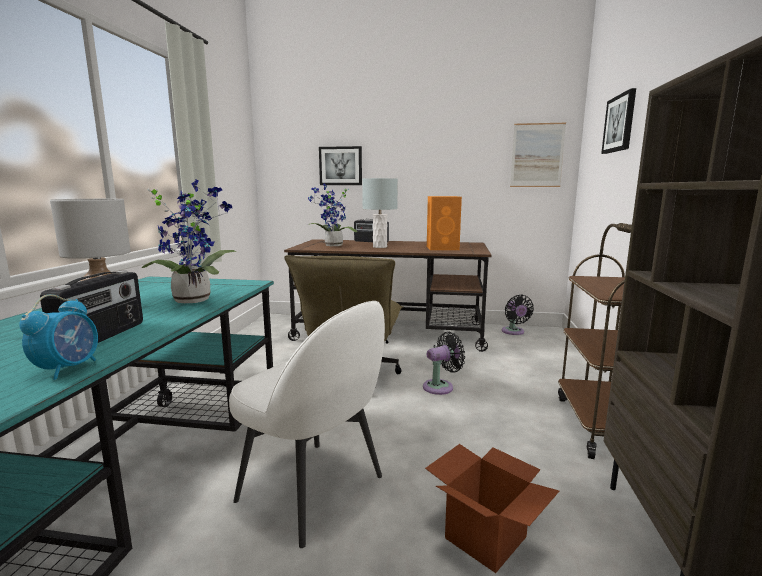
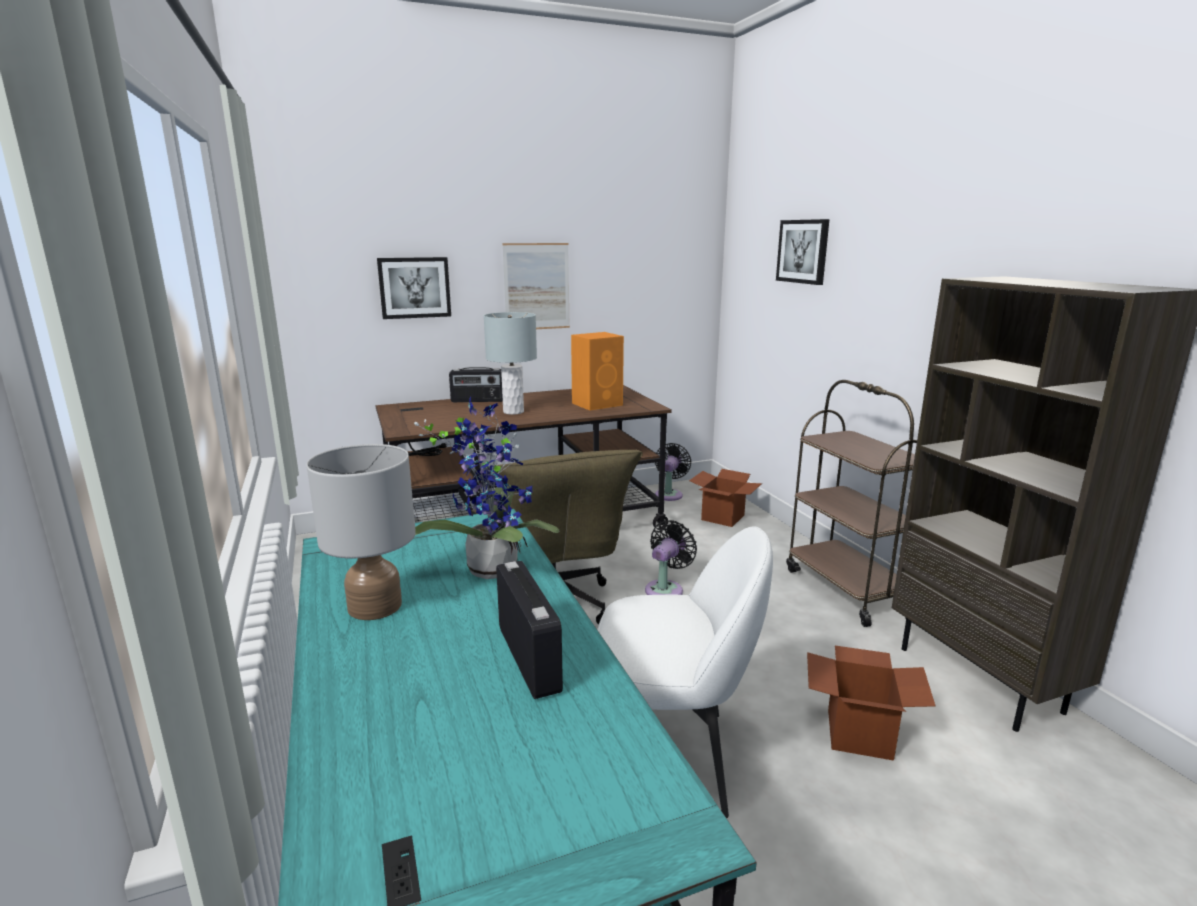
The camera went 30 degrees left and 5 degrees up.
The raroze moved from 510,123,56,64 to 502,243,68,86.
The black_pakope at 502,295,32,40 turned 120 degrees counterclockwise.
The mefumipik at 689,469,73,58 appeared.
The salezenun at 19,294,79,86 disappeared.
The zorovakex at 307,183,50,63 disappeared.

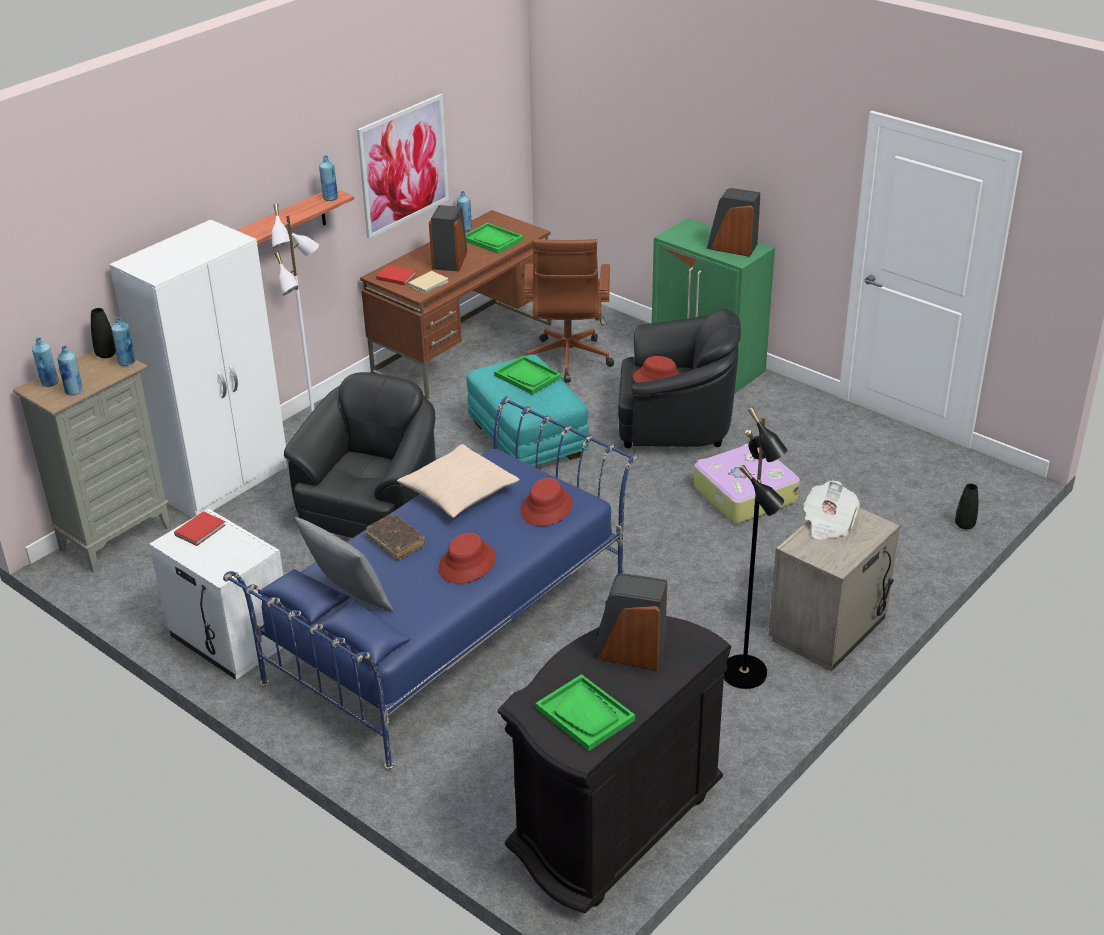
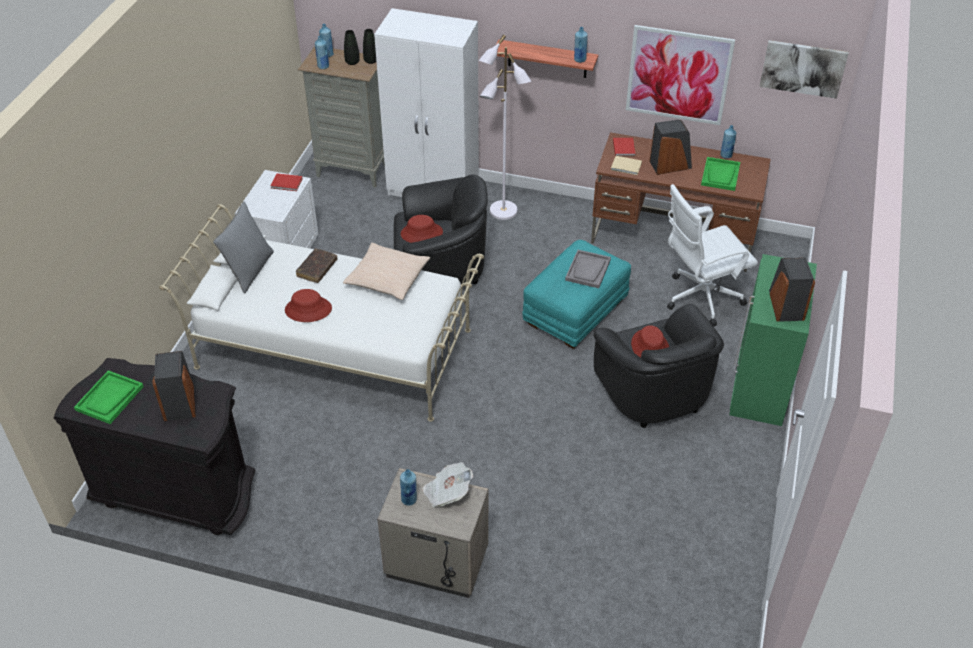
The camera went 65 degrees right and 10 degrees up.
The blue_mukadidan at 223,396,414,373 became the white_mukadidan at 159,204,325,218.
The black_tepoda moved from 955,483,23,46 to 344,30,16,35.
The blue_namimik moved from 111,317,24,49 to 400,469,17,37.
The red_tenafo moved from 520,478,53,48 to 401,215,42,28.
The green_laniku at 494,355,67,40 became the grey_laniku at 565,250,46,38.
The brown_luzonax at 524,239,90,144 became the white_luzonax at 667,184,91,143.
The raroze at 759,40,90,59 appeared.
The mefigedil at 694,443,106,80 disappeared.
The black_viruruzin at 724,407,64,282 disappeared.

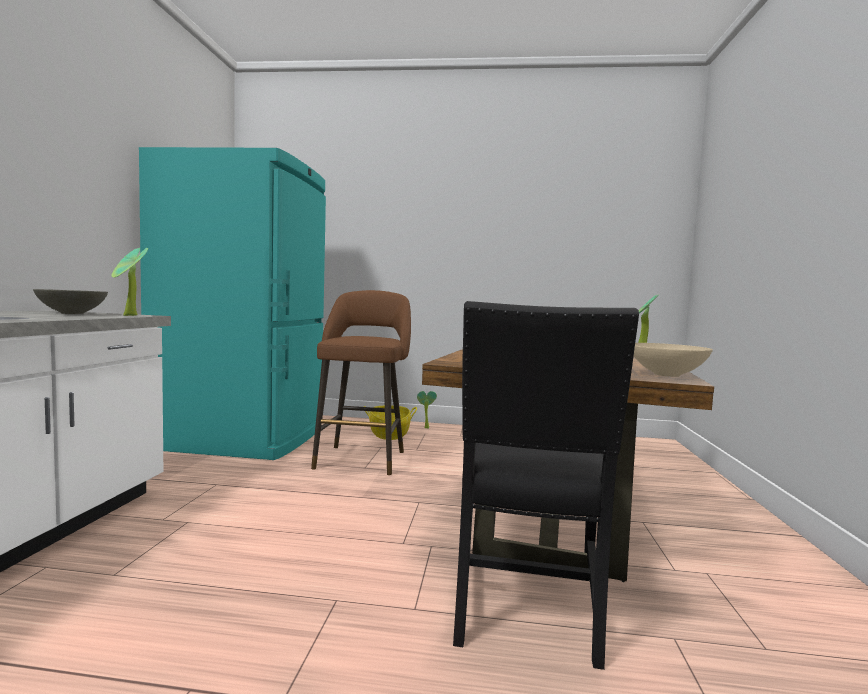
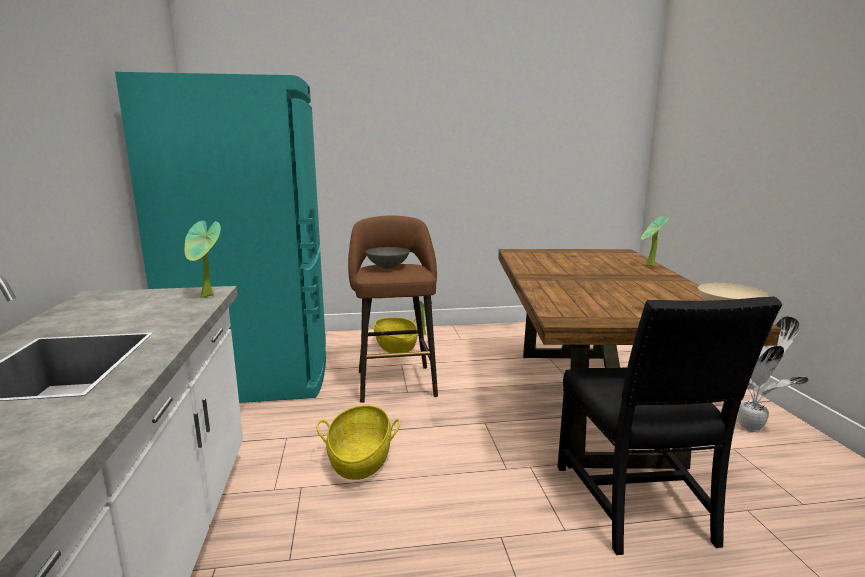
The camera went 15 degrees left and 10 degrees up.
The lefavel at 317,405,83,75 appeared.
The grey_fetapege moved from 33,289,75,25 to 365,247,45,22.
The zorovakex at 738,317,71,115 appeared.

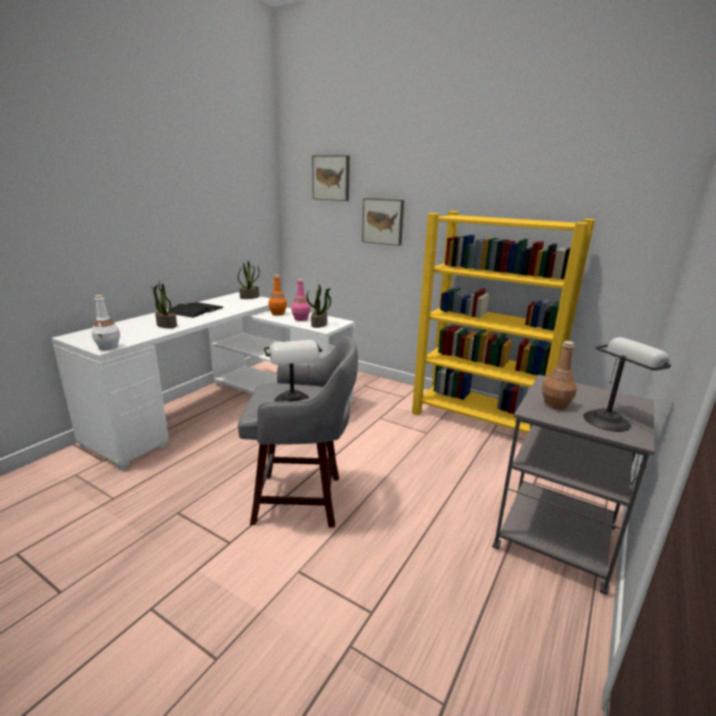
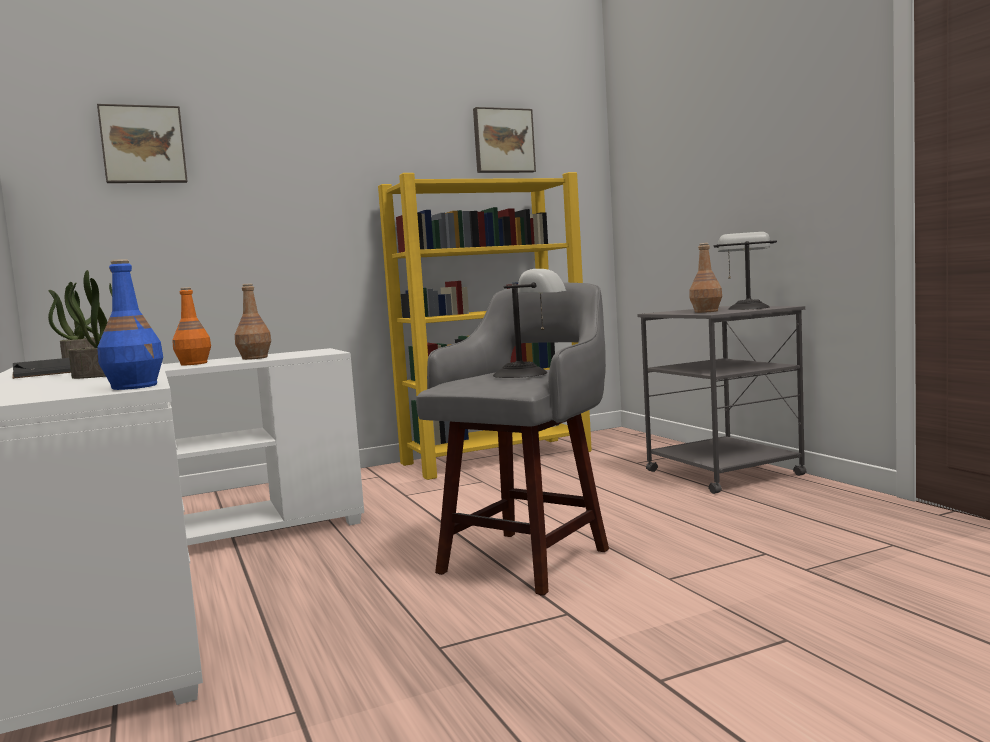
The camera went 55 degrees left and 15 degrees down.
The white_namimik at 91,295,29,55 became the blue_namimik at 97,259,66,131.
The pink_namimik at 291,279,19,42 became the brown_namimik at 235,283,36,77.
The raroze moved from 362,198,42,48 to 473,107,63,66.
The zorovakex at 306,284,25,44 disappeared.

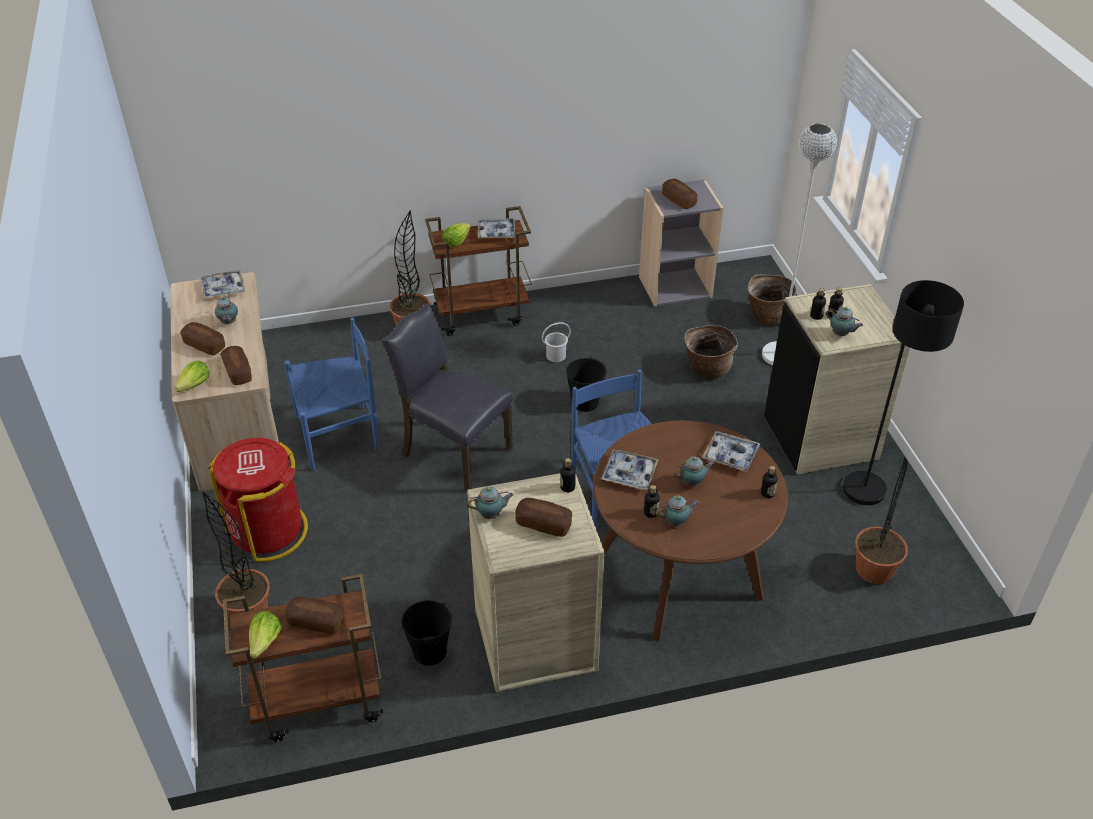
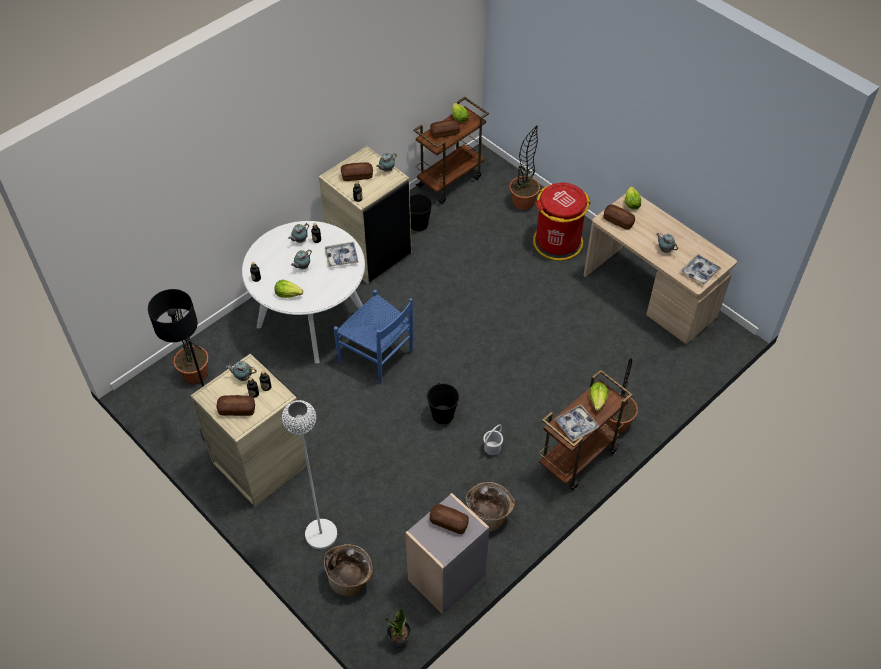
The camera went 150 degrees right and 10 degrees up.
The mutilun moved from 180,322,45,33 to 217,395,38,21.
The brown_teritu at 593,420,195,221 became the white_teritu at 242,221,123,142.
The laniku at 702,431,58,41 was replaced by the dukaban at 275,280,28,18.
The zorovakex at 386,609,25,39 appeared.
The lefavel moved from 684,325,54,55 to 465,482,50,50.
The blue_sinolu at 284,318,95,152 disappeared.
The grey_sinolu at 381,304,132,188 disappeared.

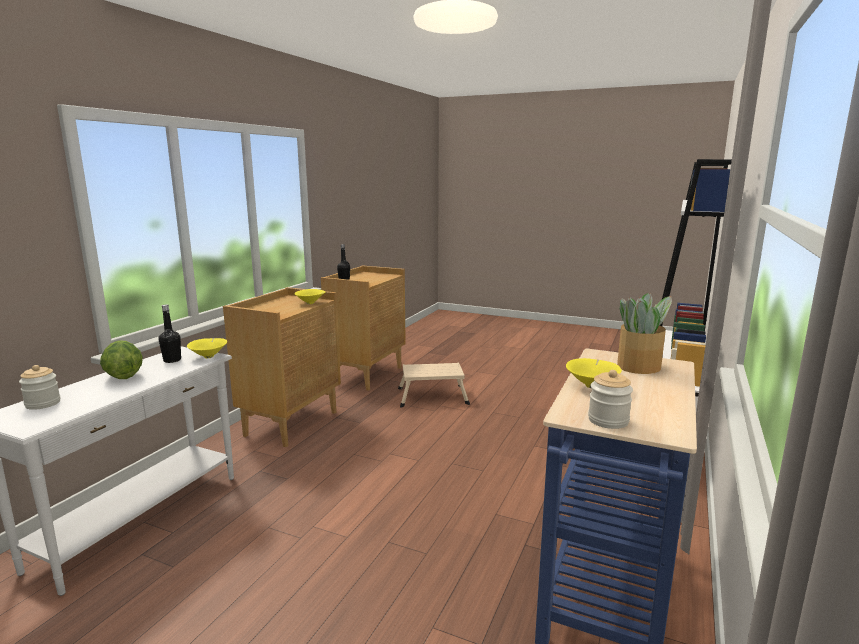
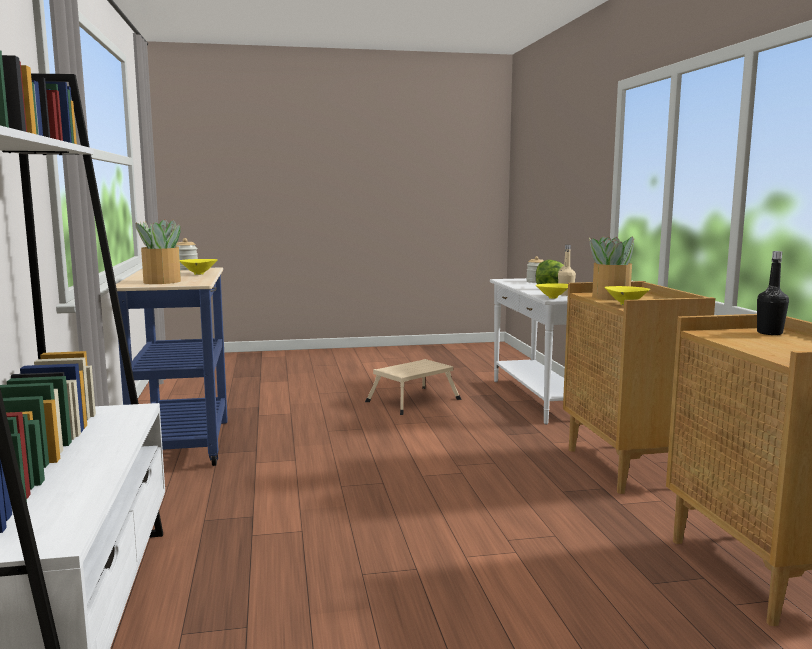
The camera went 145 degrees right and 5 degrees down.
The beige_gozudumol moved from 398,362,72,46 to 365,359,96,56.
The black_namimik at 159,304,22,59 became the beige_namimik at 558,245,18,51.
The zorovakex at 589,236,46,64 appeared.

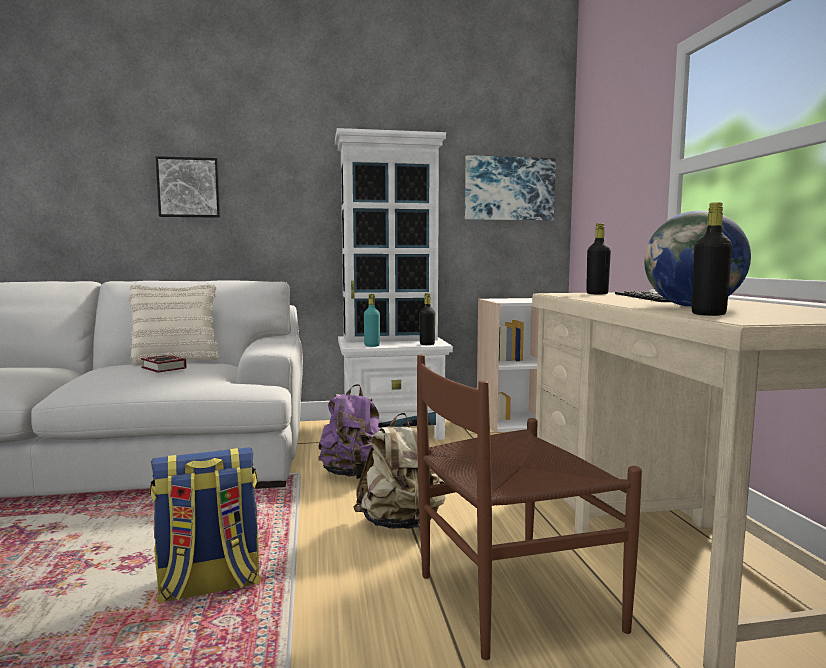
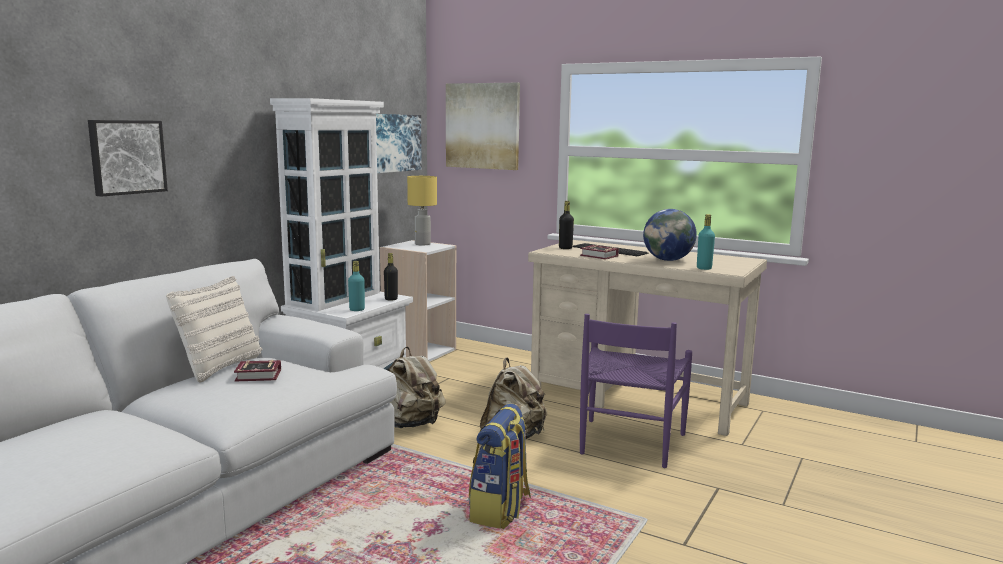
The camera went 50 degrees left and 5 degrees up.
The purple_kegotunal at 318,384,62,95 became the beige_kegotunal at 388,346,58,82.
The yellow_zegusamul at 407,176,30,69 appeared.
The raroze at 446,83,74,87 appeared.
The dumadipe at 580,245,39,14 appeared.
The brown_sinolu at 417,355,225,305 became the purple_sinolu at 580,314,112,154.
The black_namimik at 692,202,40,114 became the turquoise_namimik at 697,214,18,56.

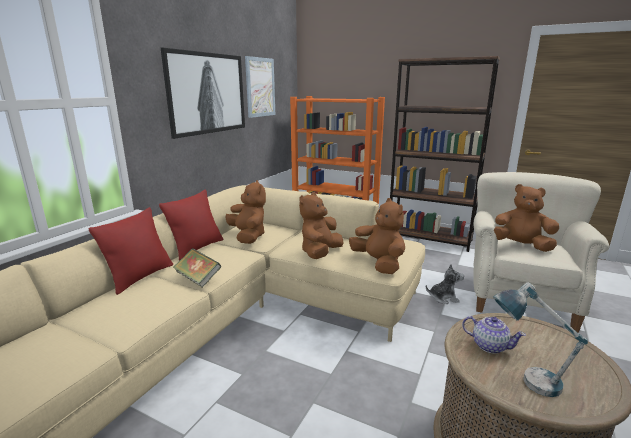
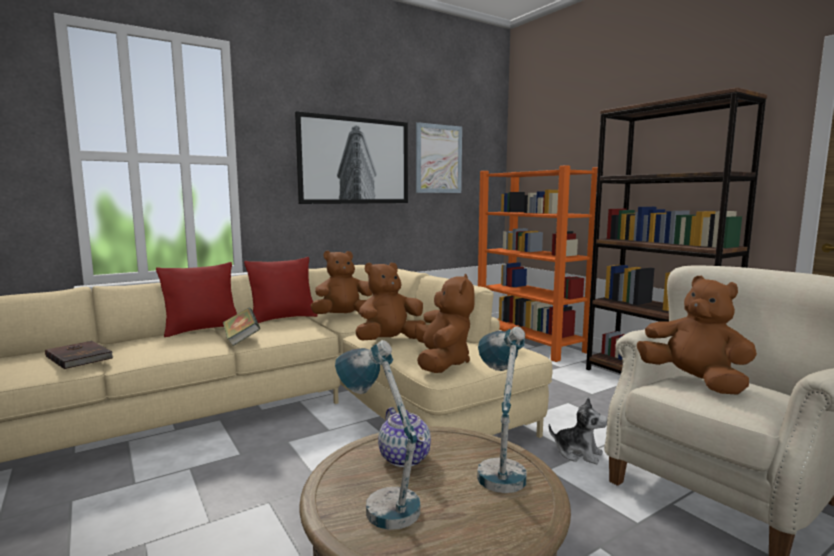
The camera went 30 degrees right and 10 degrees down.
The brown_dumadipe at 45,341,68,28 appeared.
The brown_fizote at 226,180,40,64 turned 120 degrees counterclockwise.
The zegusamul at 477,326,50,167 appeared.

